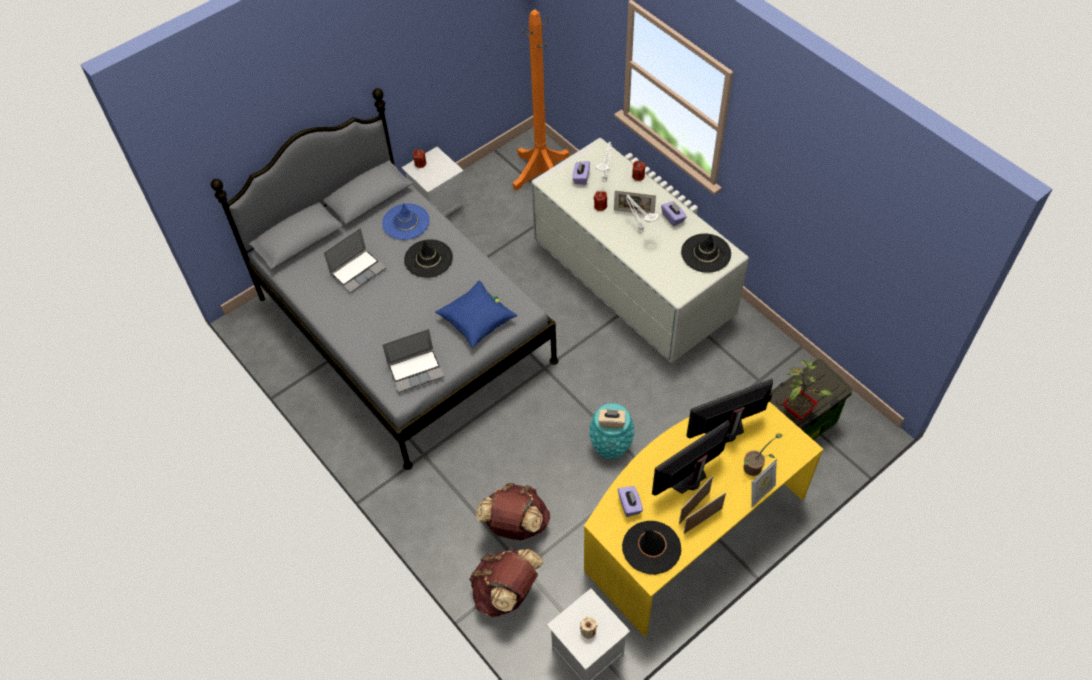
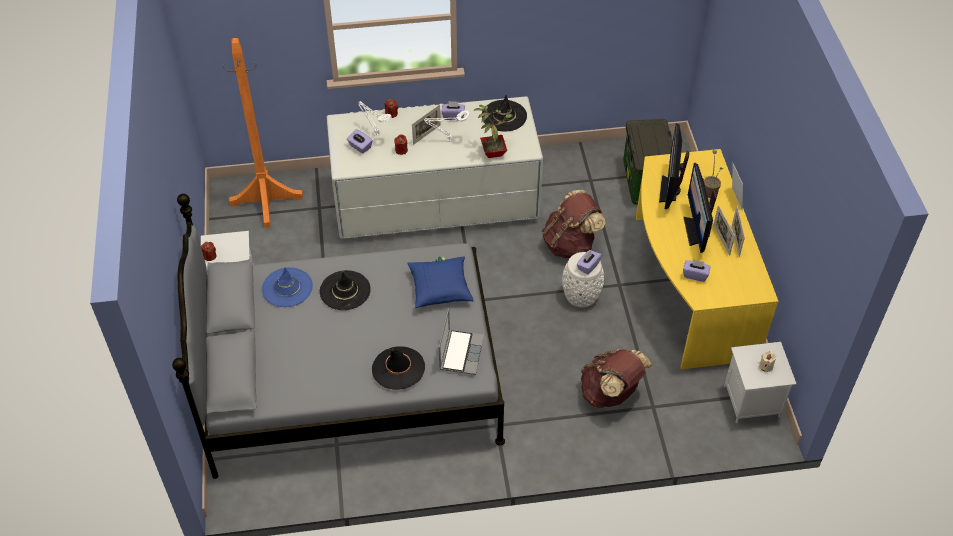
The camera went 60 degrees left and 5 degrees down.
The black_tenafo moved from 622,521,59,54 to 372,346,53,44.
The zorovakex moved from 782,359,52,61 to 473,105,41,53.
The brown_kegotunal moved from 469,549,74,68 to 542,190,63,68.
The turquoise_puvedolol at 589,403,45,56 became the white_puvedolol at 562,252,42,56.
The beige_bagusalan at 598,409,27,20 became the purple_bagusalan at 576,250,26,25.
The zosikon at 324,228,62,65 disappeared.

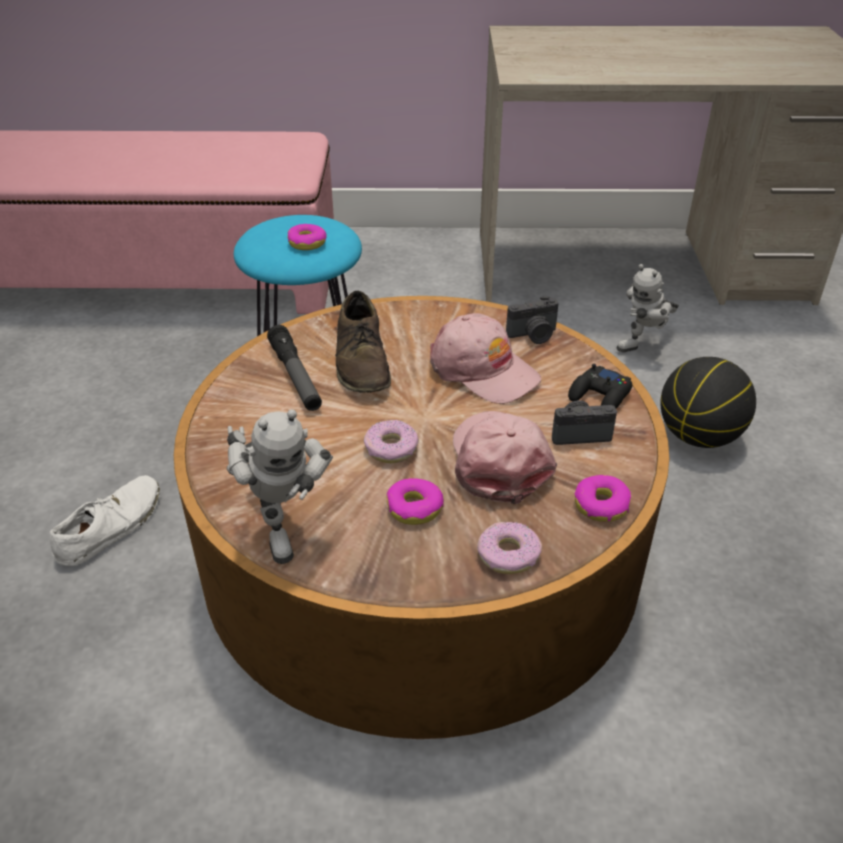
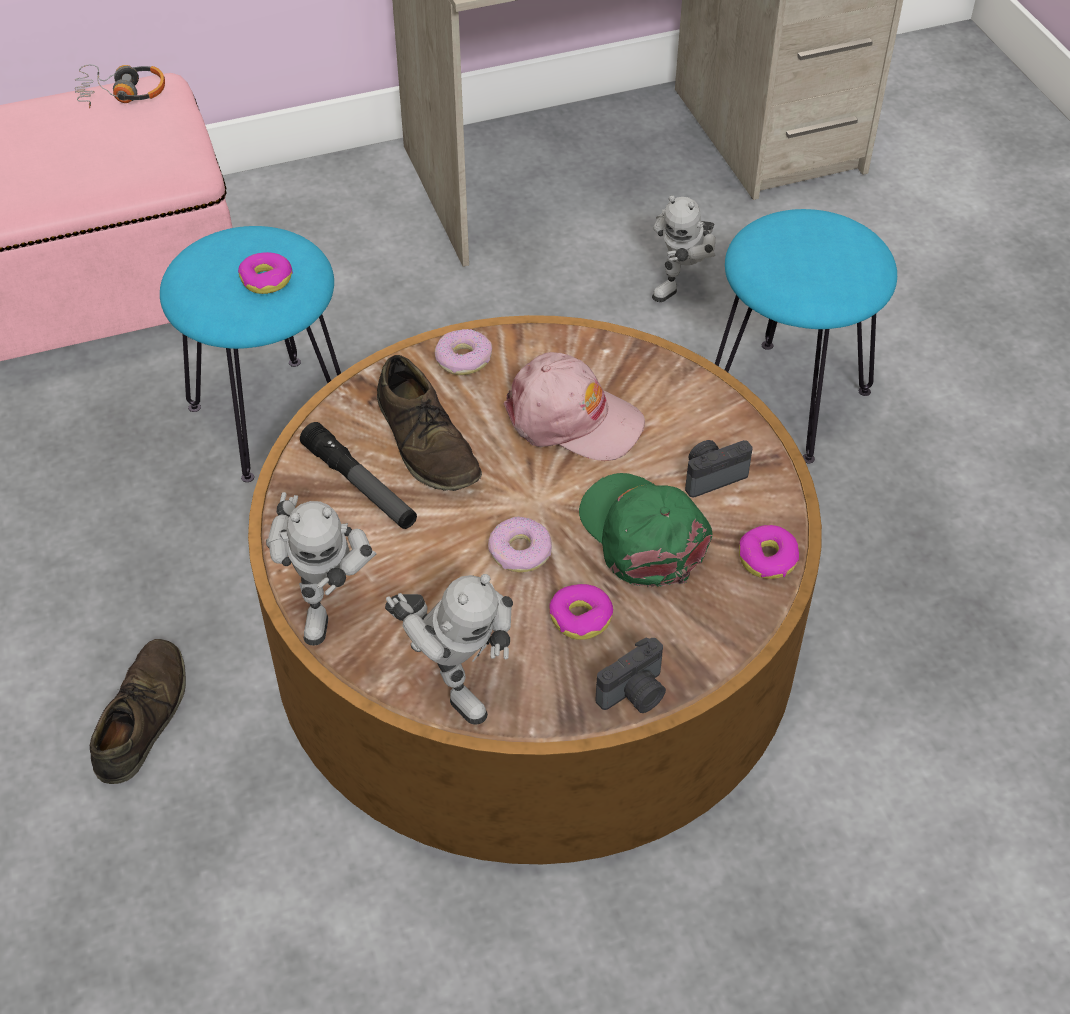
The camera went 20 degrees left and 10 degrees up.
The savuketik at 75,64,90,44 appeared.
The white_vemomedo at 50,475,110,91 became the brown_vemomedo at 90,639,96,145.
The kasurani at 266,492,111,154 appeared.
The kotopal moved from 477,522,65,52 to 435,329,57,46.
The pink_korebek at 453,411,104,93 became the green_korebek at 579,473,133,114.
The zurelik moved from 506,296,53,48 to 596,637,70,76.
The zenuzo at 660,357,96,91 was replaced by the turquoise_puvedolol at 715,209,182,254.
The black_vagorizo at 568,364,64,45 disappeared.

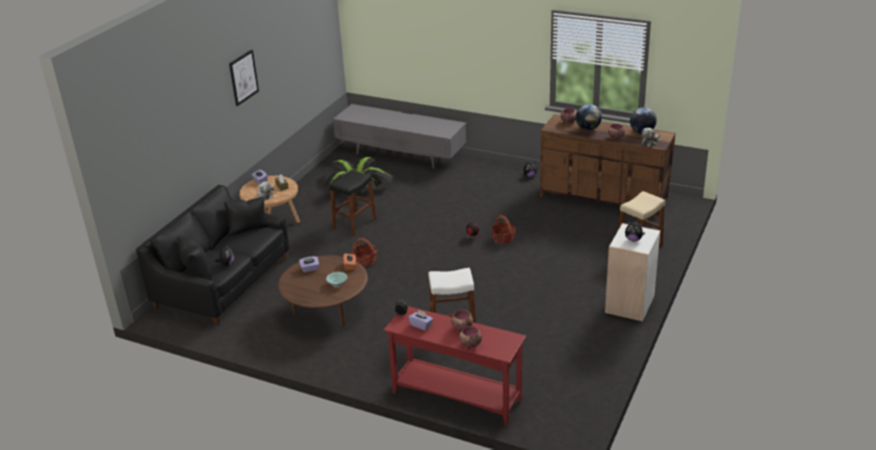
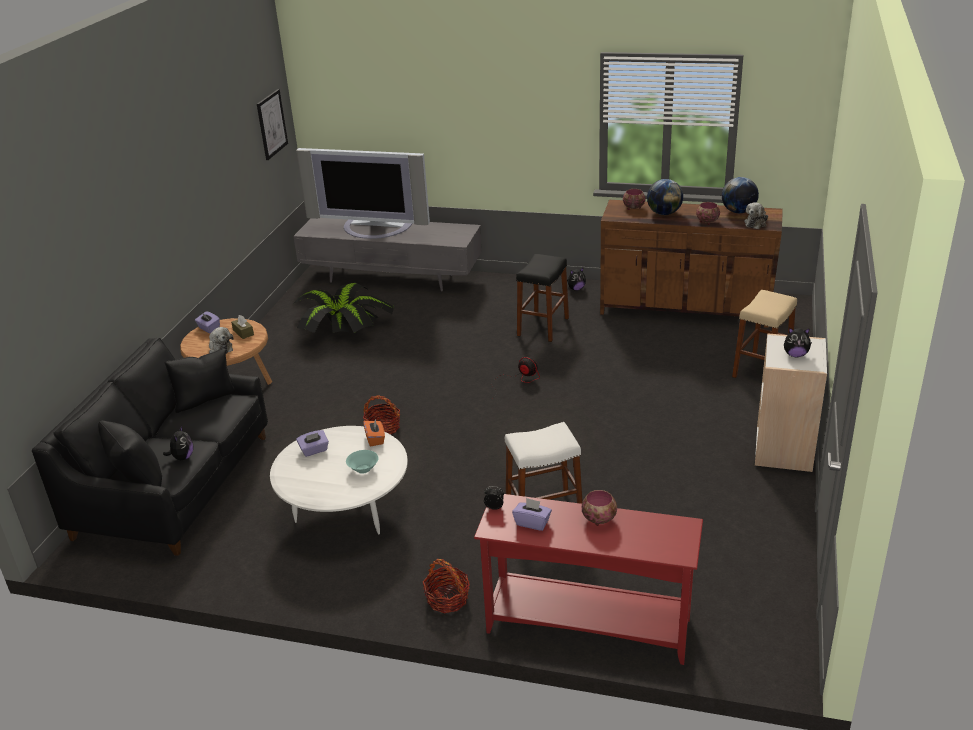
The camera went 10 degrees left and 0 degrees up.
The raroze moved from 229,50,30,56 to 257,89,31,71.
The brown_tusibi at 278,256,90,72 became the white_tusibi at 270,426,138,108.
The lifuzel at 296,148,134,91 appeared.
The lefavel moved from 491,215,25,29 to 423,559,47,54.
The black_puvedolol moved from 329,170,48,66 to 516,254,53,88.
The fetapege at 459,326,23,23 disappeared.

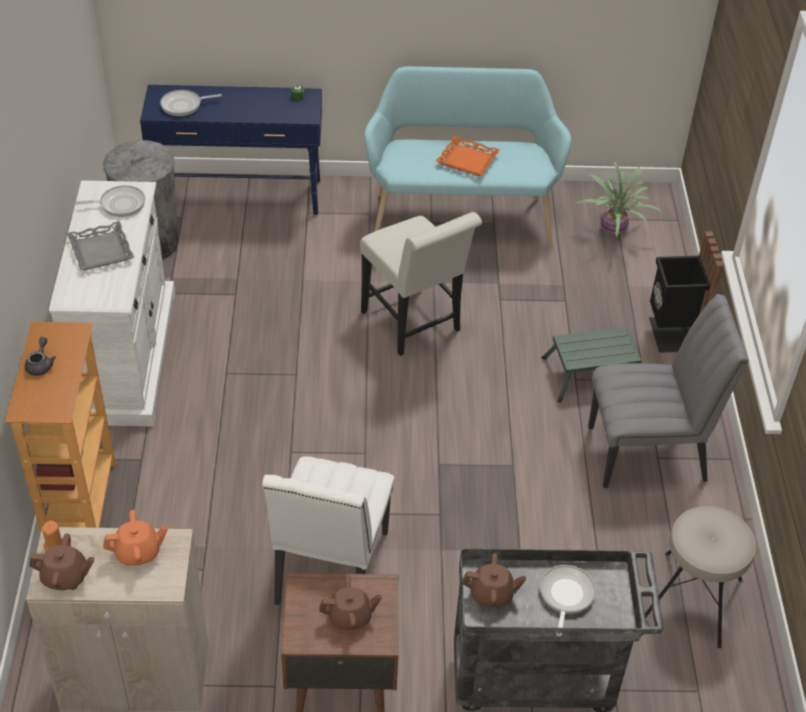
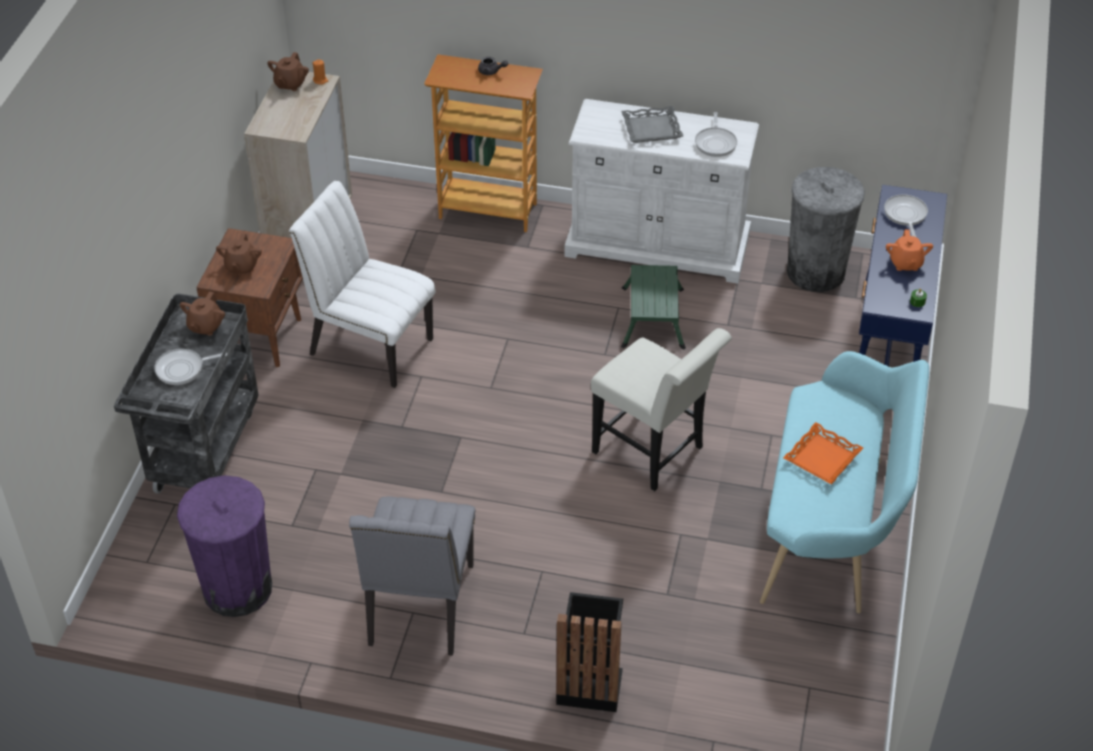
The camera went 105 degrees right and 0 degrees up.
The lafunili at 540,565,56,72 turned 135 degrees clockwise.
The beige_puvedolol at 645,506,111,142 was replaced by the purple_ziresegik at 177,475,95,142.
The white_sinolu at 360,212,122,144 turned 120 degrees counterclockwise.
The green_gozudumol moved from 541,327,101,76 to 621,265,65,85.
The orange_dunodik moved from 103,510,65,56 to 886,229,47,42.
The zorovakex at 574,162,88,76 disappeared.

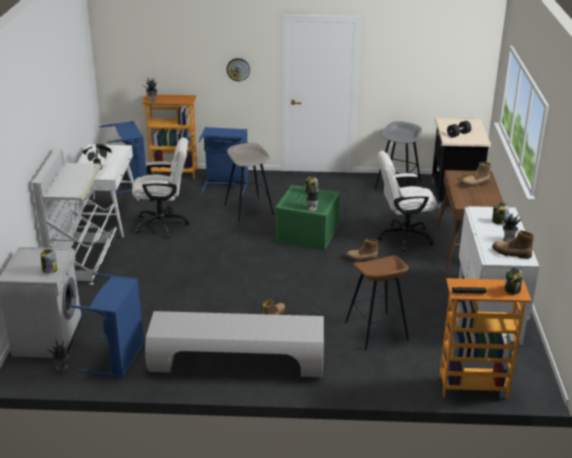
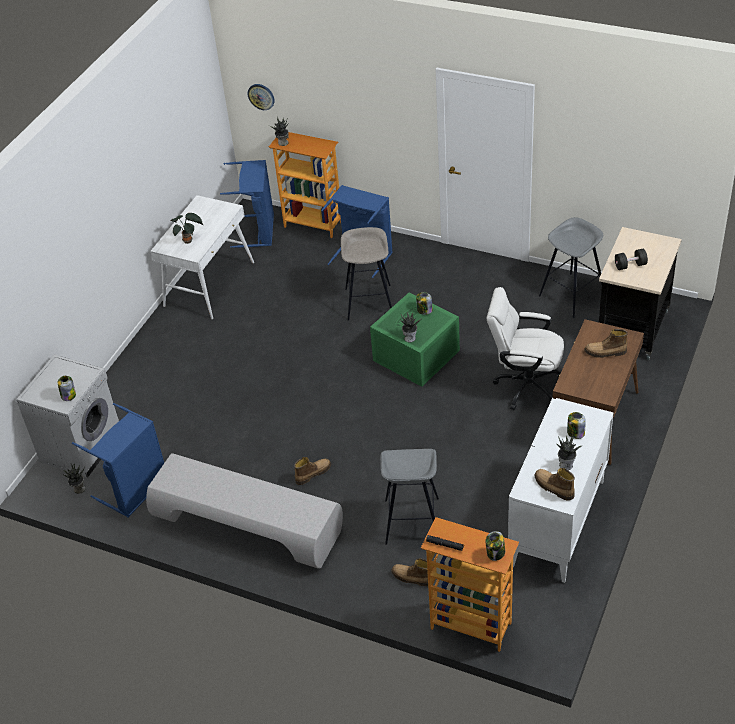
The camera went 25 degrees right and 15 degrees up.
The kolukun moved from 226,58,24,23 to 248,84,27,26.
The brown_puvedolol at 345,255,64,95 became the grey_puvedolol at 381,449,58,96.
The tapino moved from 345,239,33,23 to 391,558,43,28.
The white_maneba at 32,149,85,136 disappeared.
The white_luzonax at 132,138,58,100 disappeared.

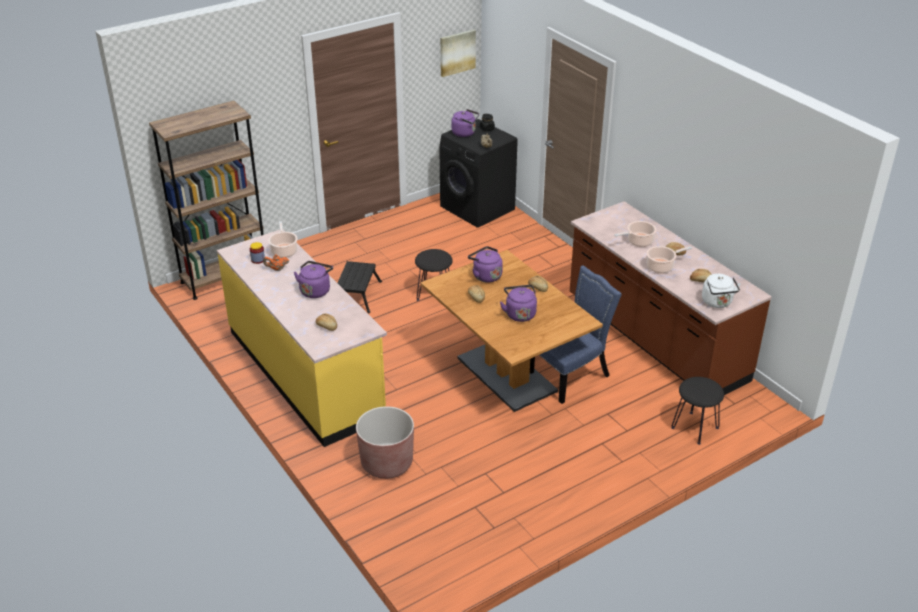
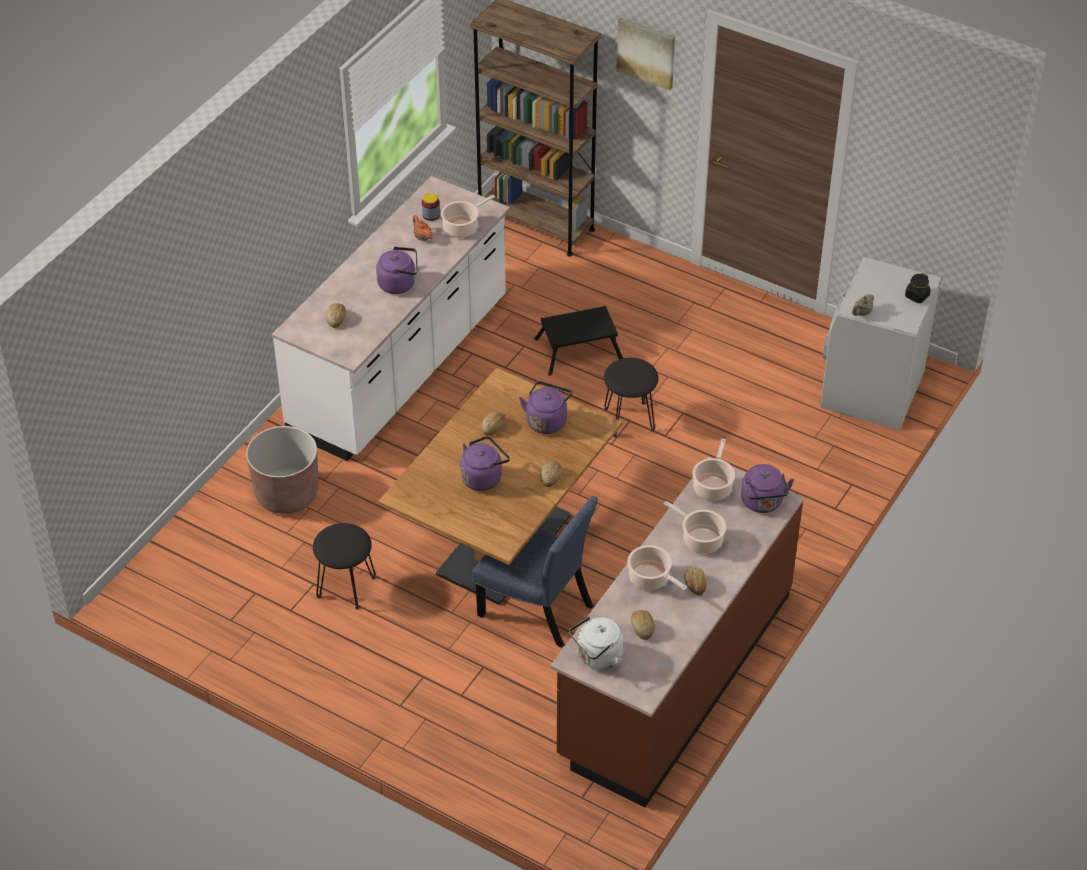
The camera went 65 degrees right and 10 degrees up.
The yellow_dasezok at 217,229,170,218 became the white_dasezok at 272,176,238,285.
The black_puvedolol moved from 671,377,53,68 to 313,523,63,87.
The raroze moved from 440,29,36,48 to 616,18,59,72.
The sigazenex at 692,439,43,62 appeared.
The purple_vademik moved from 452,109,27,28 to 741,464,53,49.
The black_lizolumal at 439,119,79,109 became the white_lizolumal at 820,257,121,173.

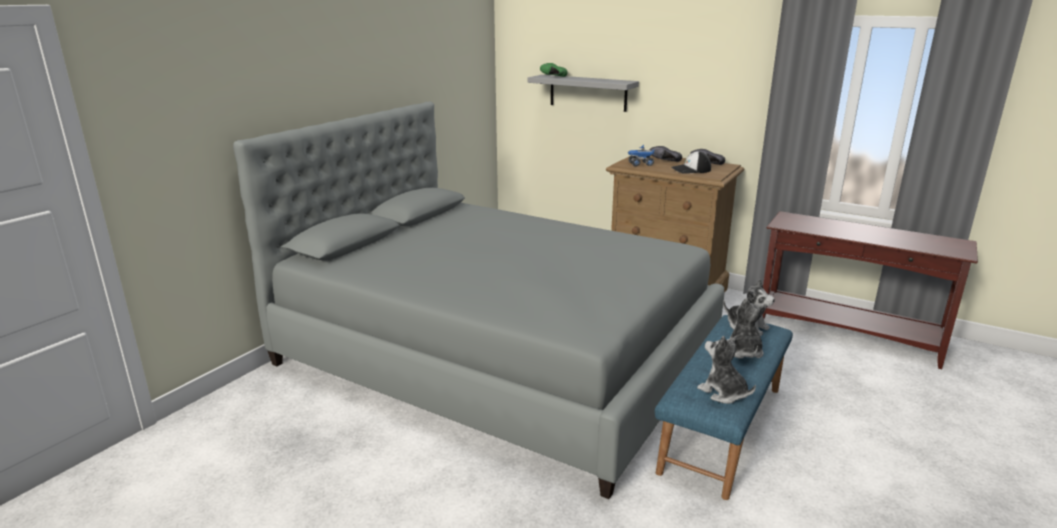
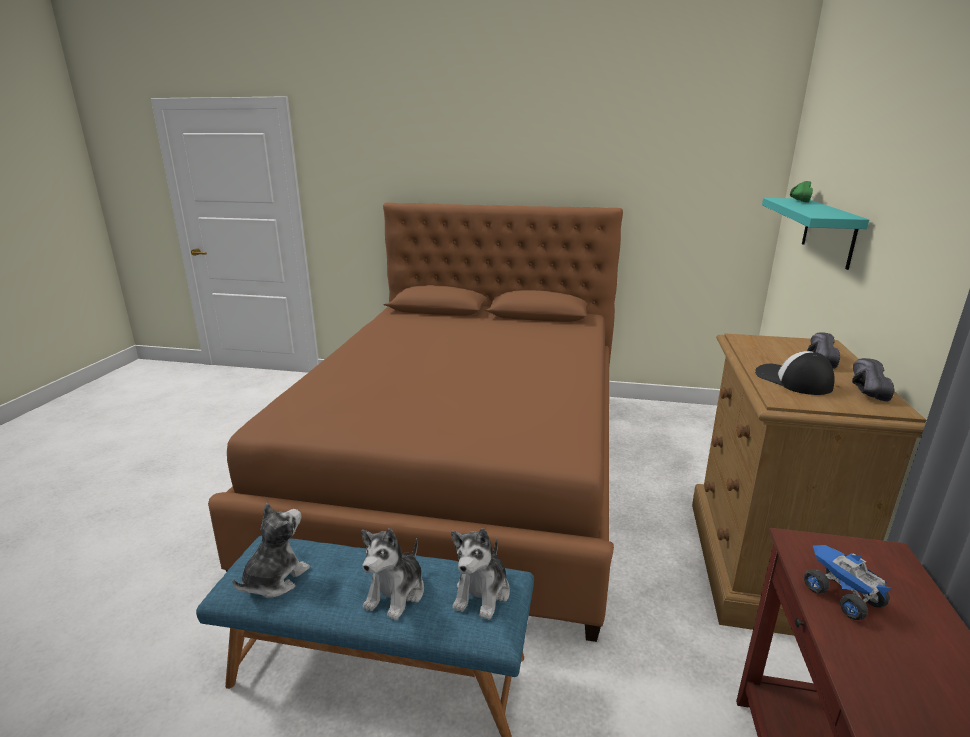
The camera went 70 degrees right and 0 degrees up.
The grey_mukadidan at 233,102,491,397 became the brown_mukadidan at 208,203,415,439.
The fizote at 727,298,40,60 turned 135 degrees clockwise.
The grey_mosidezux at 528,75,111,37 became the turquoise_mosidezux at 762,198,107,72.
The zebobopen moved from 628,145,27,21 to 804,545,87,75.

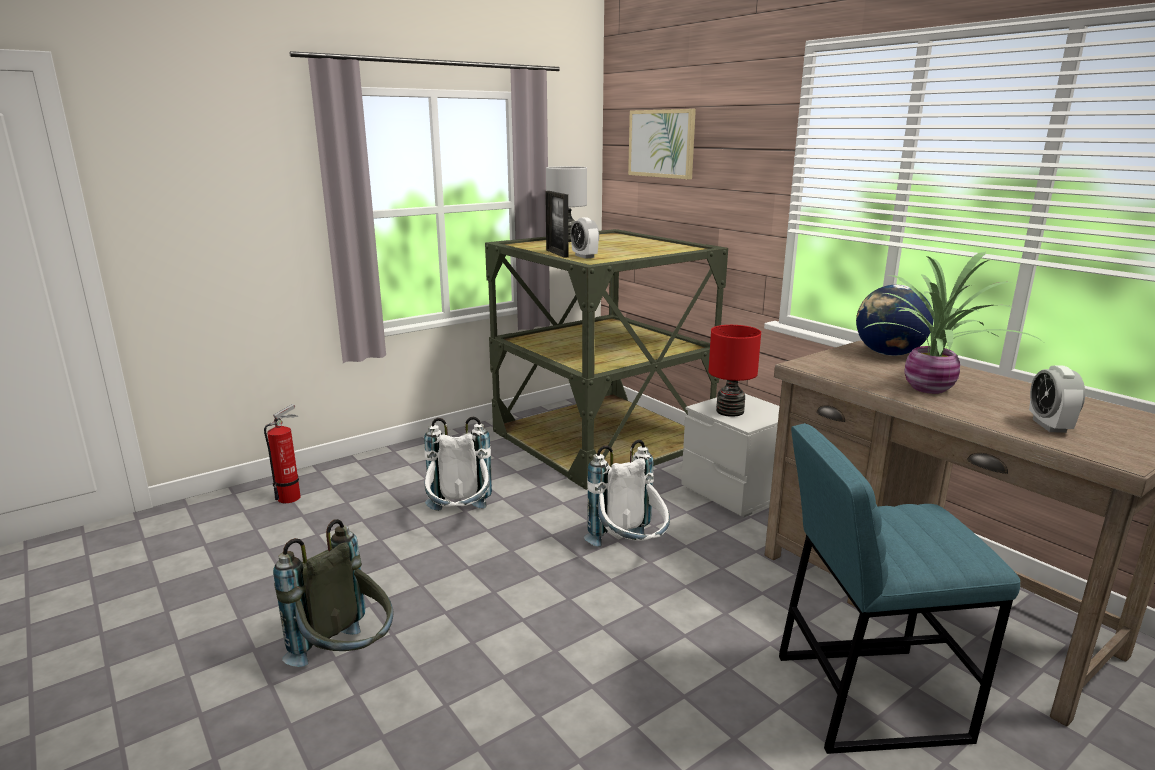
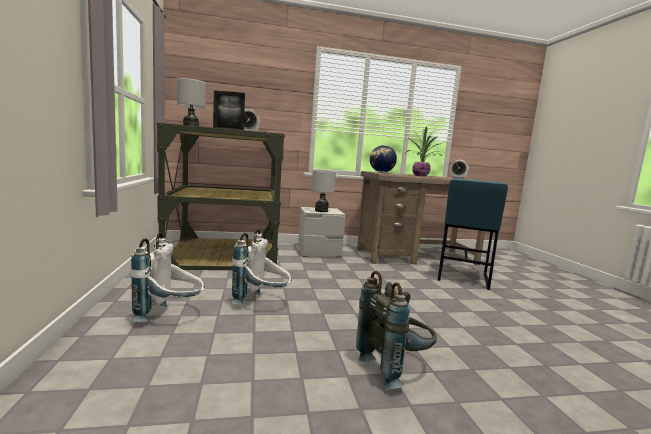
The camera went 65 degrees left and 10 degrees down.
The white_kegotunal moved from 584,440,86,107 to 130,232,75,90.
The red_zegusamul at 708,325,53,92 became the grey_zegusamul at 311,170,25,42.
The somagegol at 264,404,37,99 disappeared.
The raroze at 628,109,68,70 disappeared.

